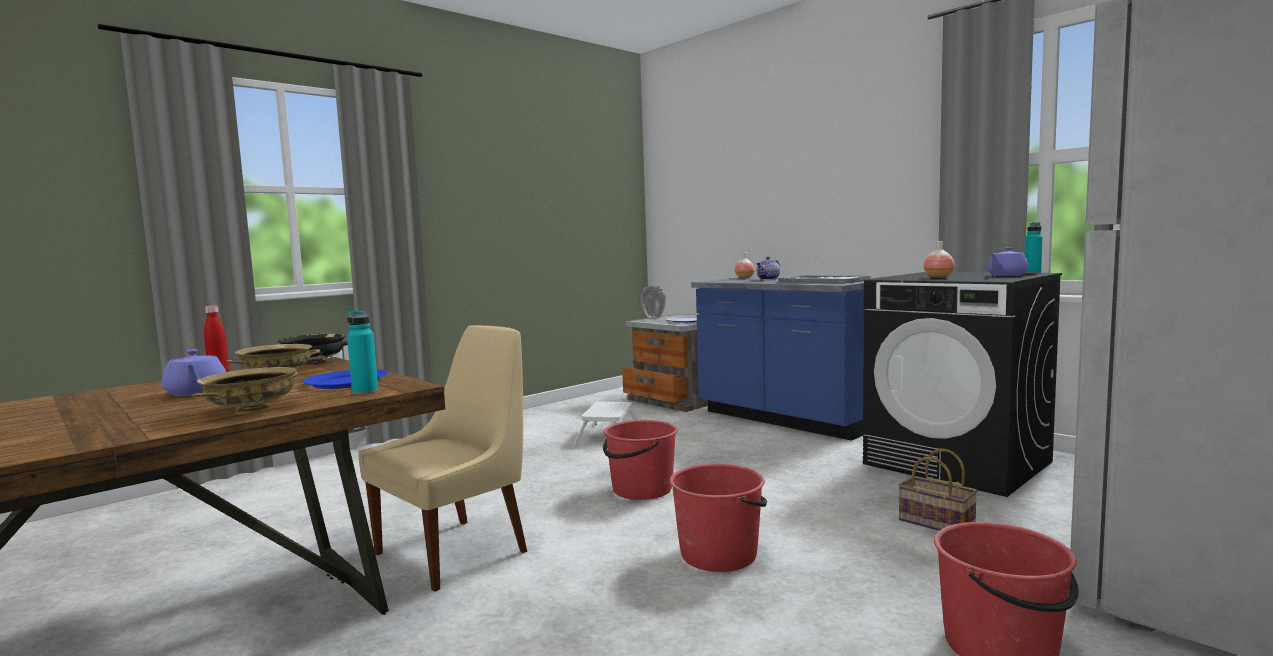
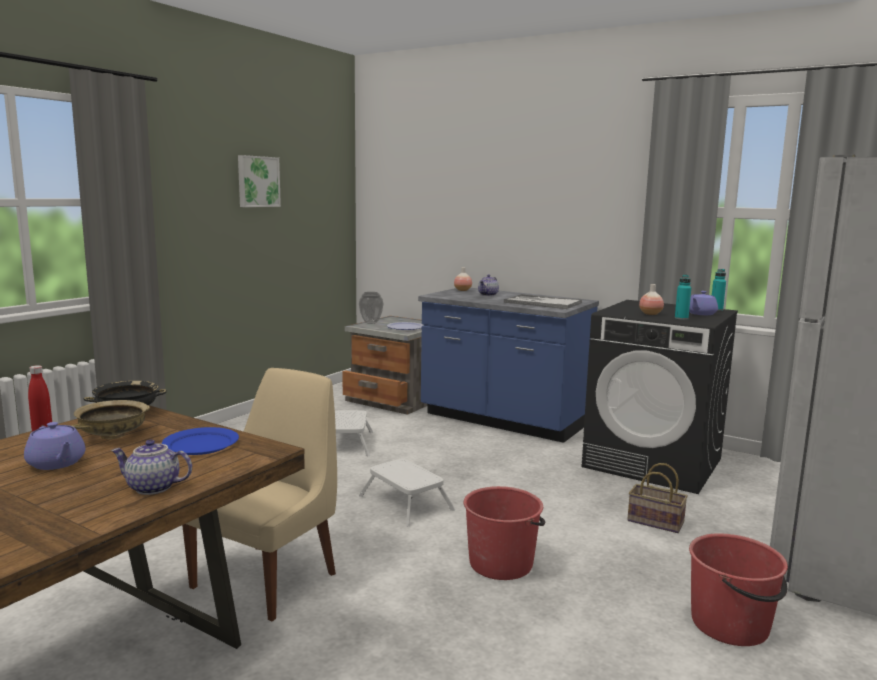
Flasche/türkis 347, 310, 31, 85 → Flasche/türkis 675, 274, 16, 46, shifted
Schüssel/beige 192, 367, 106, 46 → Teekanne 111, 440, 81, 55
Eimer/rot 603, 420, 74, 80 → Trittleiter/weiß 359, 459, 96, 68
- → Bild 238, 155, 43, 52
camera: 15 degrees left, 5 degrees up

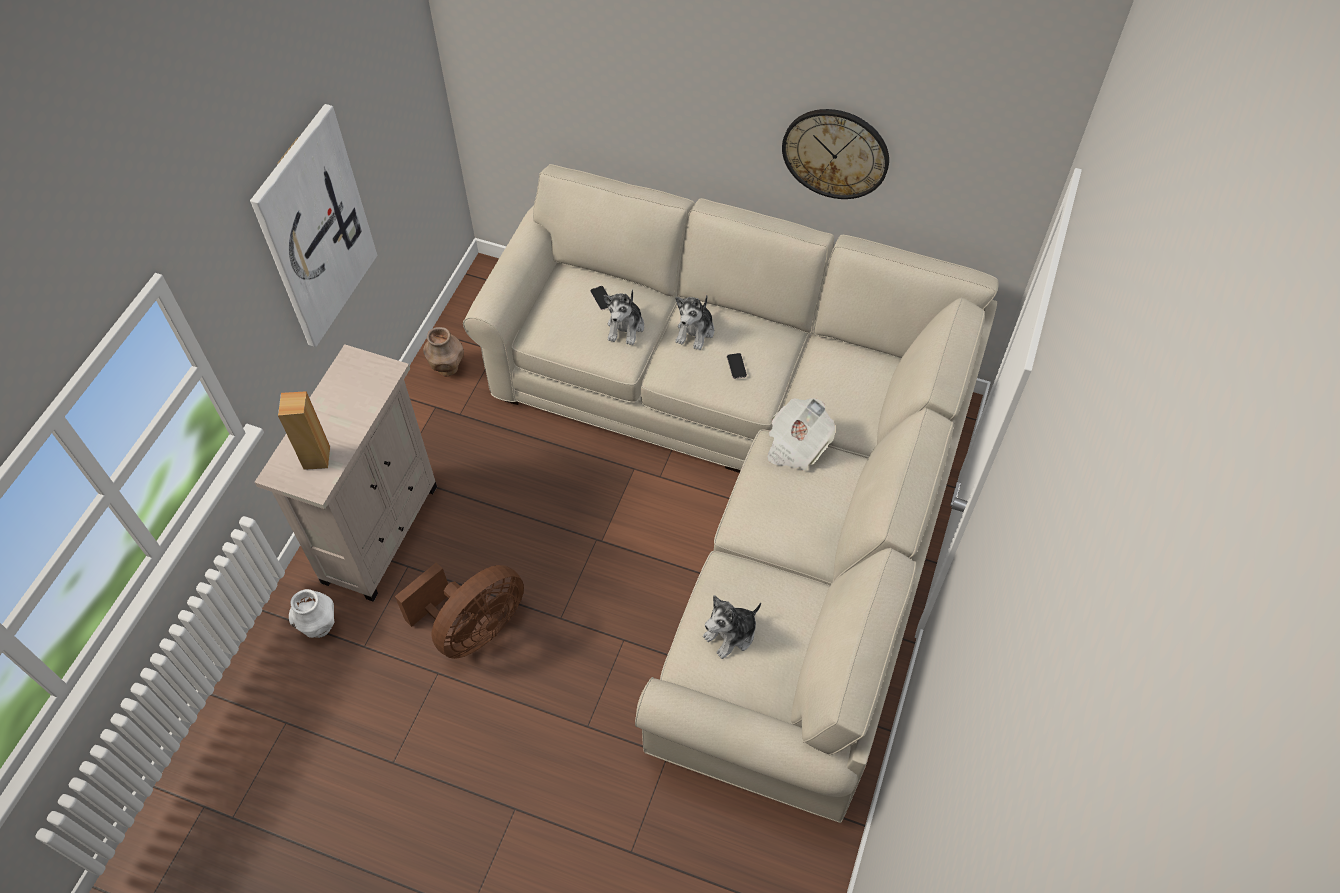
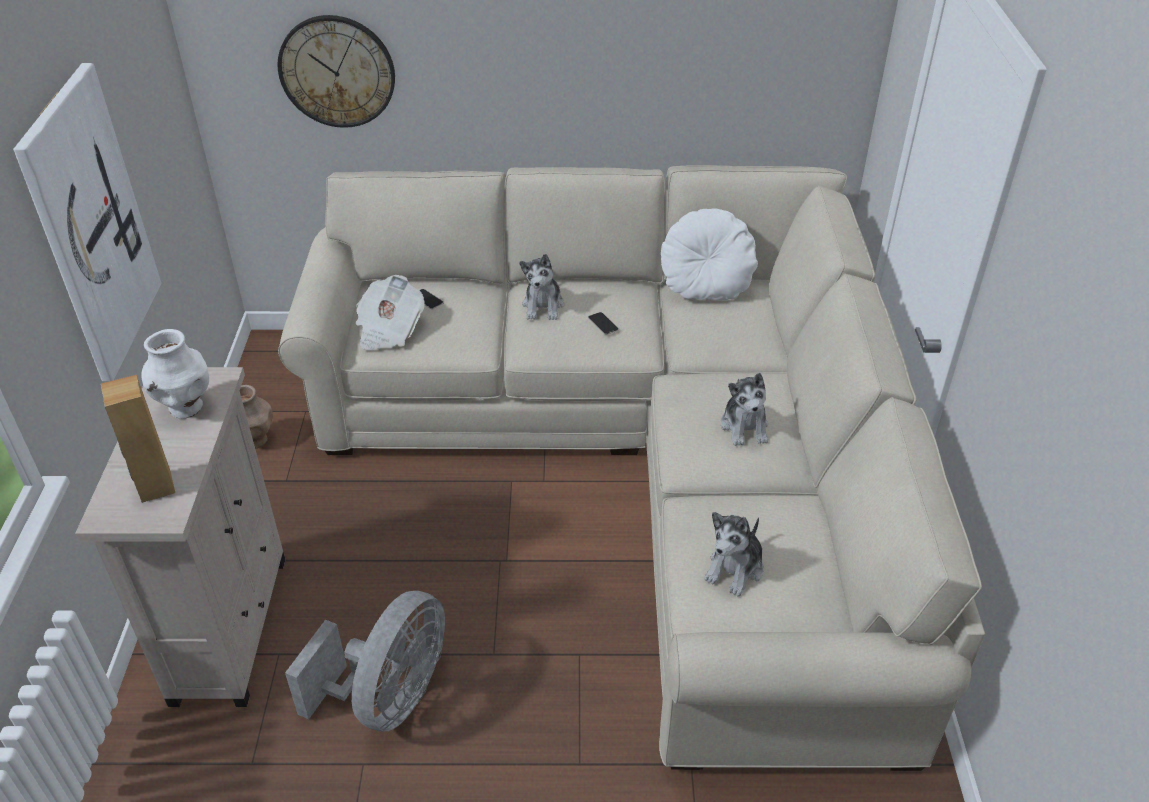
Wanduhr 782, 109, 107, 90 → Wanduhr 277, 15, 118, 113, shifted
Plüschtier 603, 289, 41, 56 → Plüschtier 721, 373, 47, 73, shifted
Zeitung 767, 398, 68, 73 → Zeitung 356, 275, 69, 75, shifted
Ventilator/braun 395, 562, 129, 97 → Ventilator/grau 285, 591, 160, 140
Vase/weiß 289, 589, 45, 49 → Vase/weiß 141, 329, 68, 90, shifted
- → Kissen/weiß 661, 209, 97, 91
camera: 20 degrees left, 15 degrees down

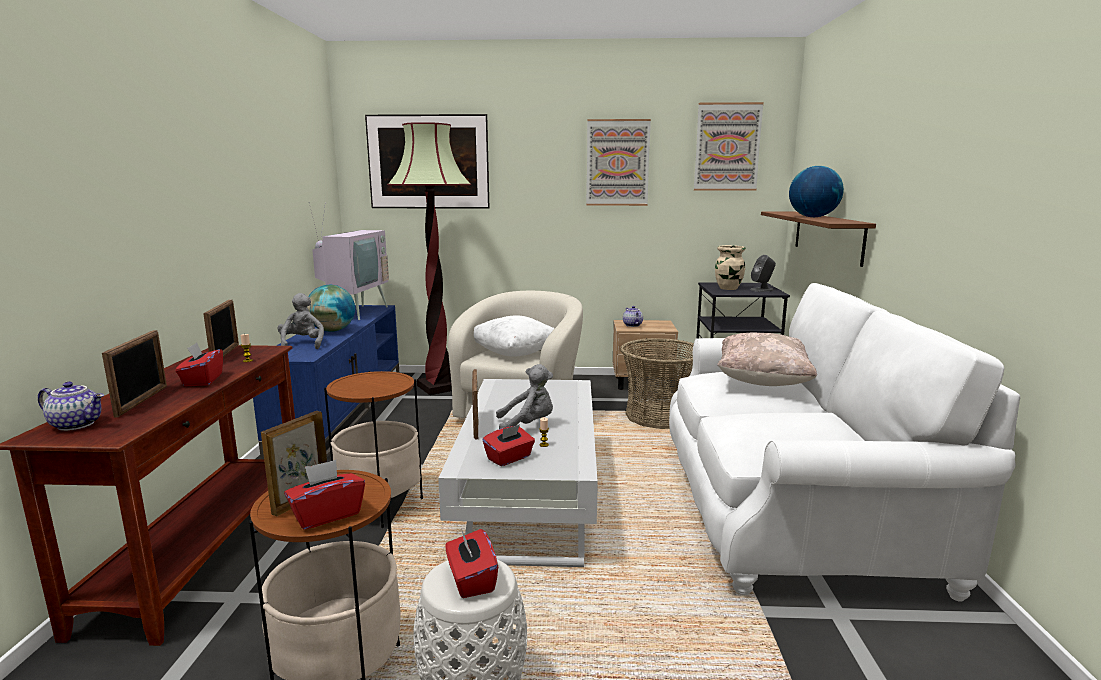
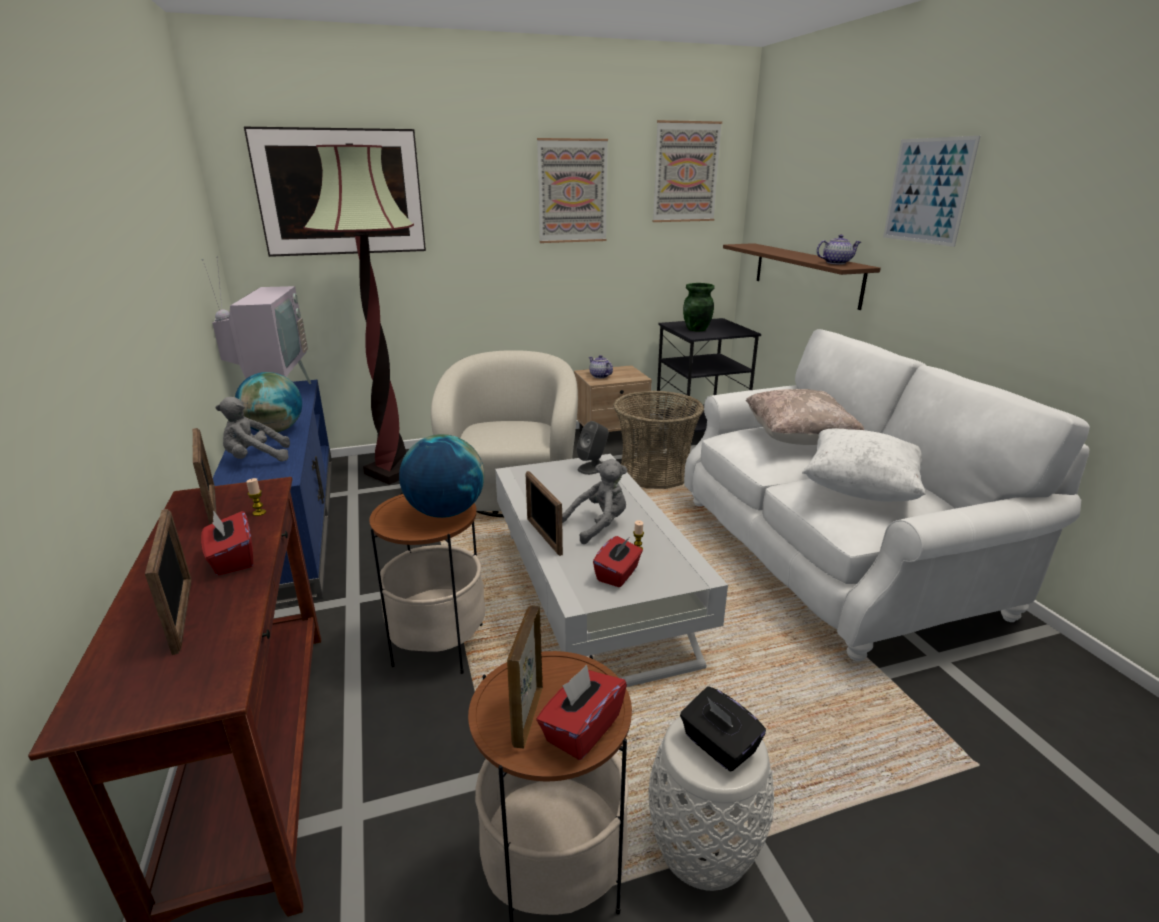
Globus 789, 166, 55, 51 → Globus 399, 434, 85, 84, shifted
Vase/beige 715, 245, 31, 45 → Vase/grün 683, 283, 31, 48
Lautsprecher/grau 750, 255, 26, 37 → Lautsprecher/grau 576, 421, 33, 54, shifted
Plüschtier/grau 277, 293, 47, 56 → Plüschtier/grau 215, 397, 75, 65, 75 degrees counterclockwise
Kissen/weiß 474, 316, 81, 41 → Kissen/weiß 802, 428, 124, 74, shifted
Teekanne 38, 382, 66, 49 → Teekanne 816, 235, 45, 30, shifted
Taschentuchbox/rot 445, 529, 53, 69 → Taschentuchbox/schwarz 680, 686, 86, 86
- → Bild 883, 136, 97, 111
camera: 20 degrees left, 10 degrees up

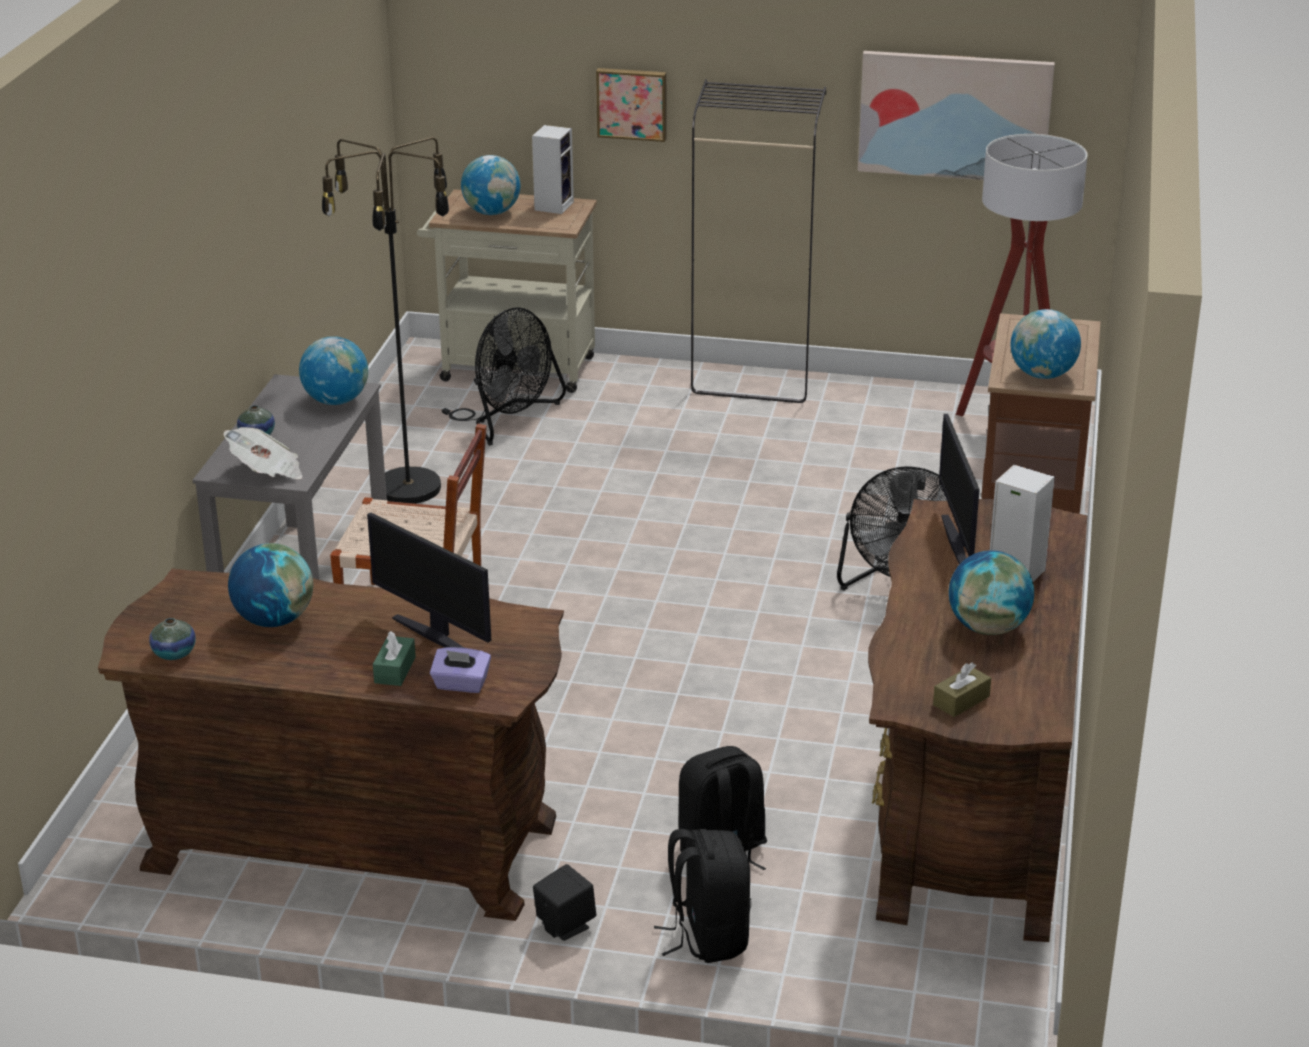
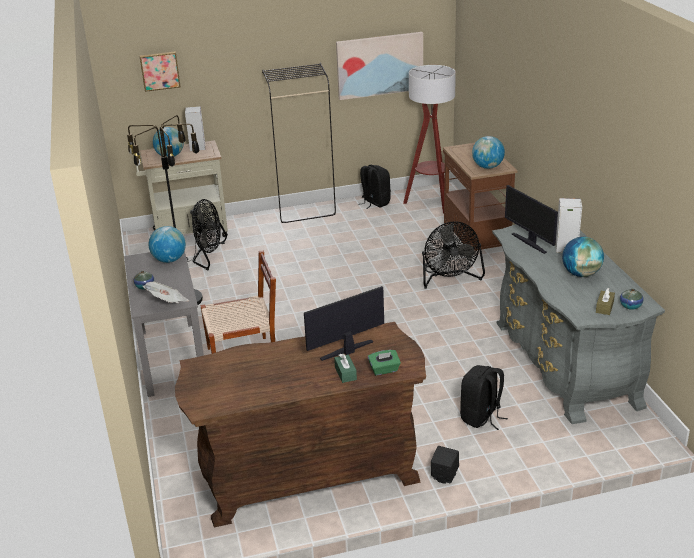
Bild 596, 68, 70, 74 → Bild 140, 51, 41, 41, shifted
Kommode/braun 868, 499, 219, 443 → Kommode/grau 492, 224, 173, 200
Monitor 367, 513, 125, 135 → Monitor 304, 286, 80, 75, 135 degrees clockwise
Globus 228, 543, 85, 84 → -
Vase 149, 618, 47, 42 → Vase 620, 288, 23, 22, shifted
Taschentuchbox/lila 430, 647, 61, 46 → Taschentuchbox/grün 368, 350, 33, 25
Rucksack/schwarz 654, 829, 97, 134 → Rucksack/schwarz 358, 165, 33, 44, shifted
camera: 25 degrees left, 0 degrees up

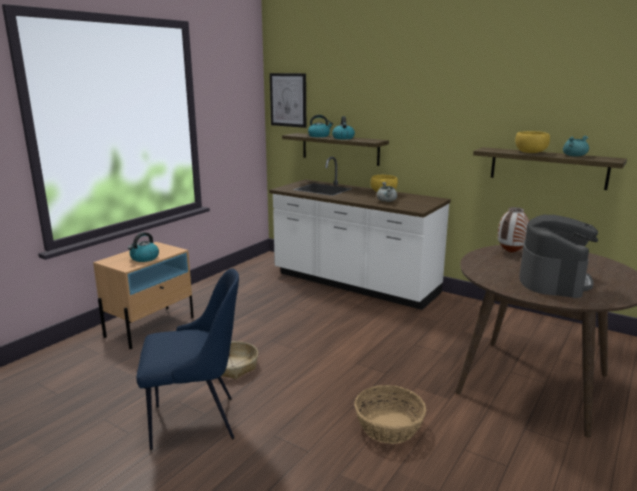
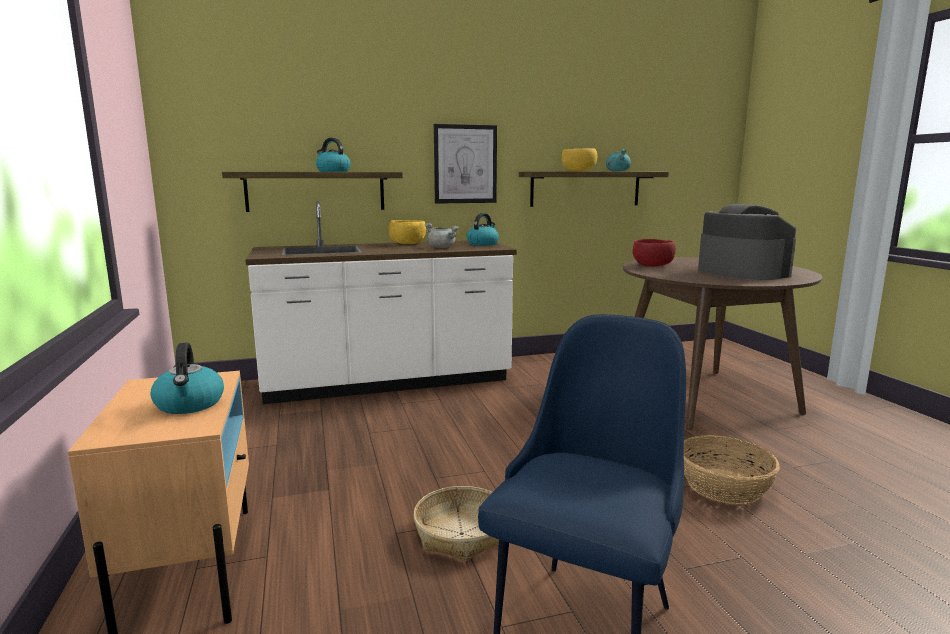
Bild 270, 73, 36, 55 → Bild 434, 124, 63, 80, shifted
Wasserkessel 308, 115, 25, 22 → Wasserkessel 467, 213, 32, 33, shifted
Vase 498, 207, 31, 46 → Schüssel/rot 633, 239, 43, 28
camera: 50 degrees left, 5 degrees down

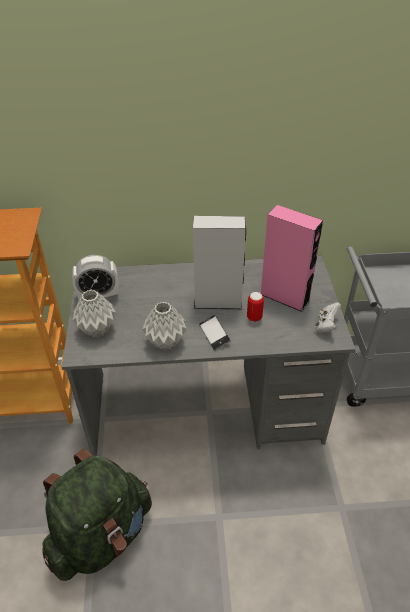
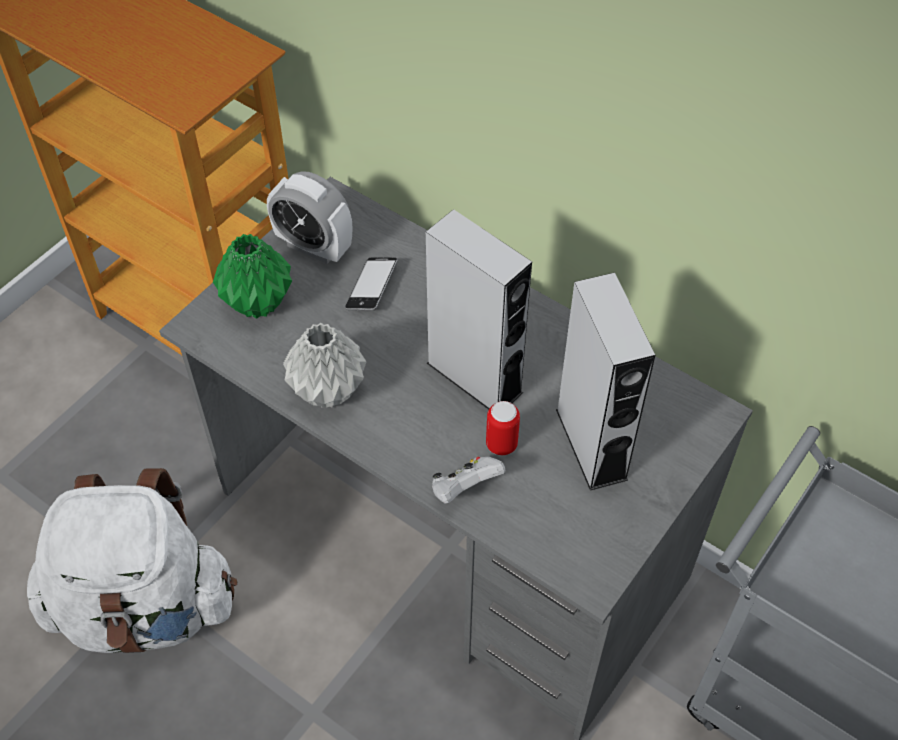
Lautsprecher/rosa 261, 205, 62, 107 → Lautsprecher/grau 556, 272, 99, 219
Vase/grau 73, 290, 43, 47 → Vase/grün 213, 234, 79, 85
Gamepad/weiß 315, 302, 26, 31 → Gamepad/weiß 432, 457, 73, 47, shifted
Handy 199, 315, 32, 35 → Handy 345, 257, 53, 54, shifted
Rucksack/grün 42, 449, 110, 132 → Rucksack/weiß 27, 468, 210, 185
camera: 40 degrees right, 10 degrees up

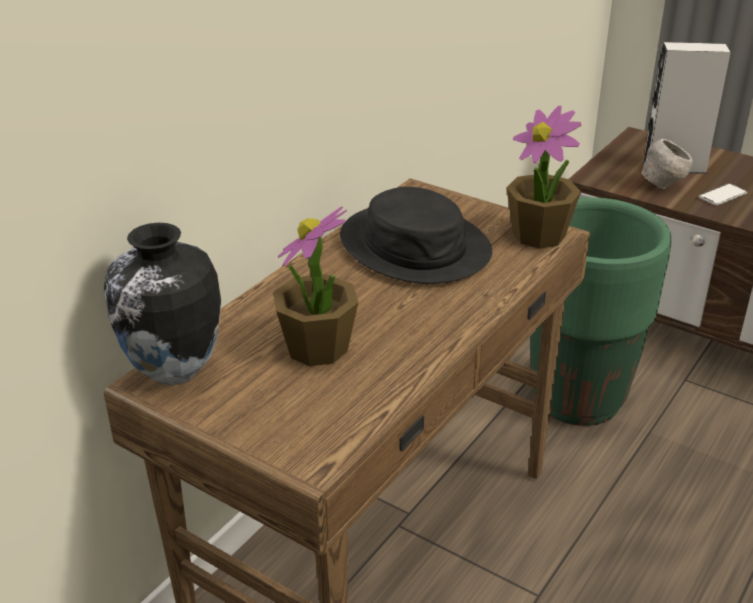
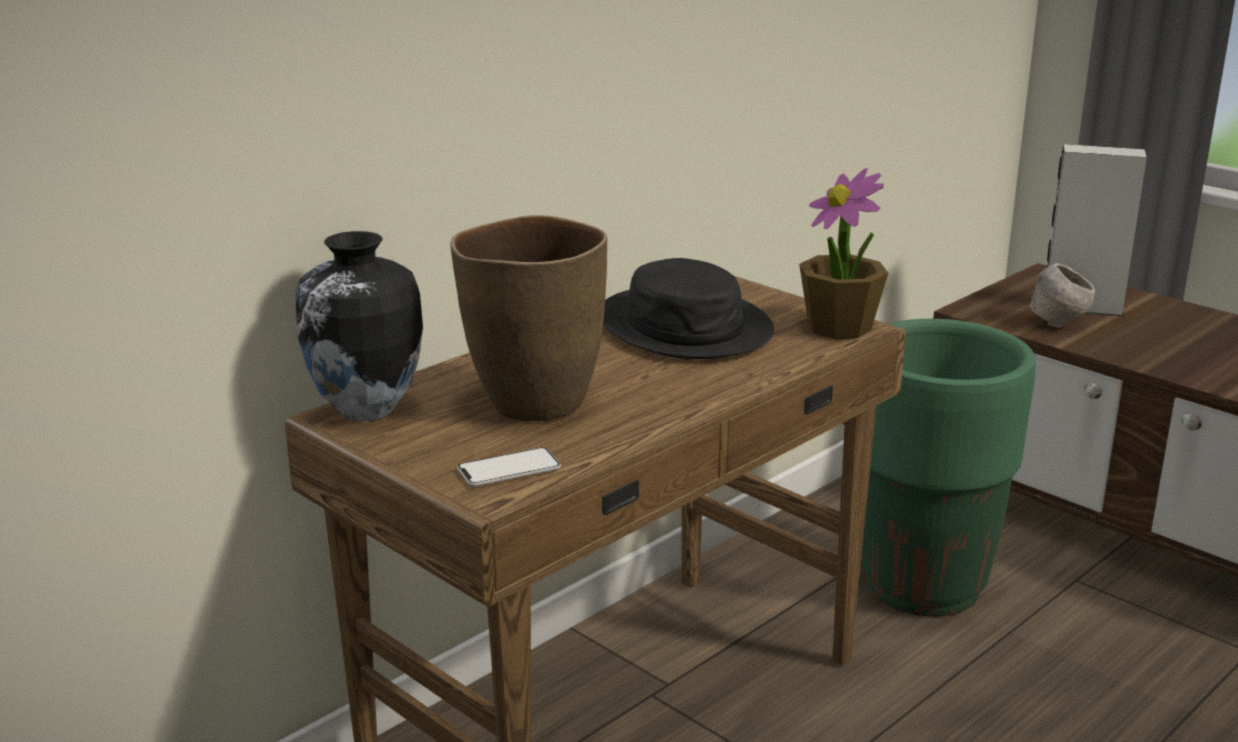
Handy 699, 183, 48, 23 → Handy 457, 447, 104, 40, shifted
Topfpflanze 273, 207, 85, 159 → Vase/braun 450, 215, 158, 206
camera: 10 degrees right, 10 degrees down

